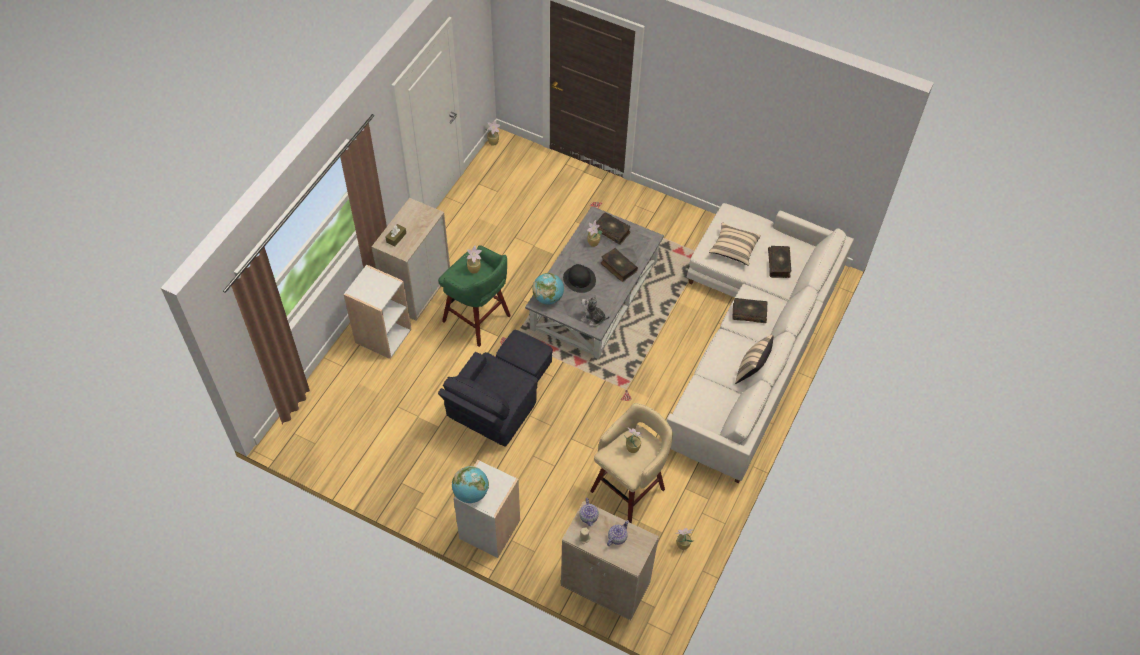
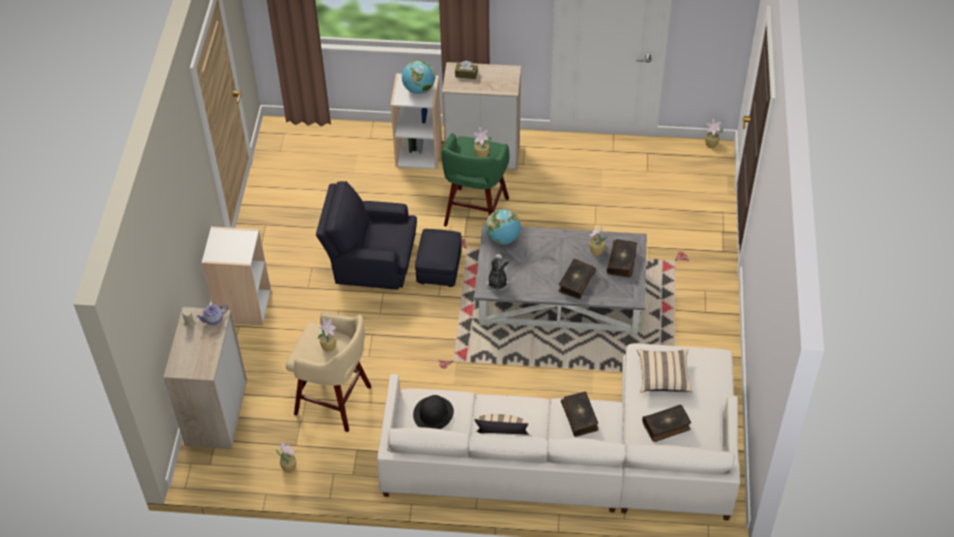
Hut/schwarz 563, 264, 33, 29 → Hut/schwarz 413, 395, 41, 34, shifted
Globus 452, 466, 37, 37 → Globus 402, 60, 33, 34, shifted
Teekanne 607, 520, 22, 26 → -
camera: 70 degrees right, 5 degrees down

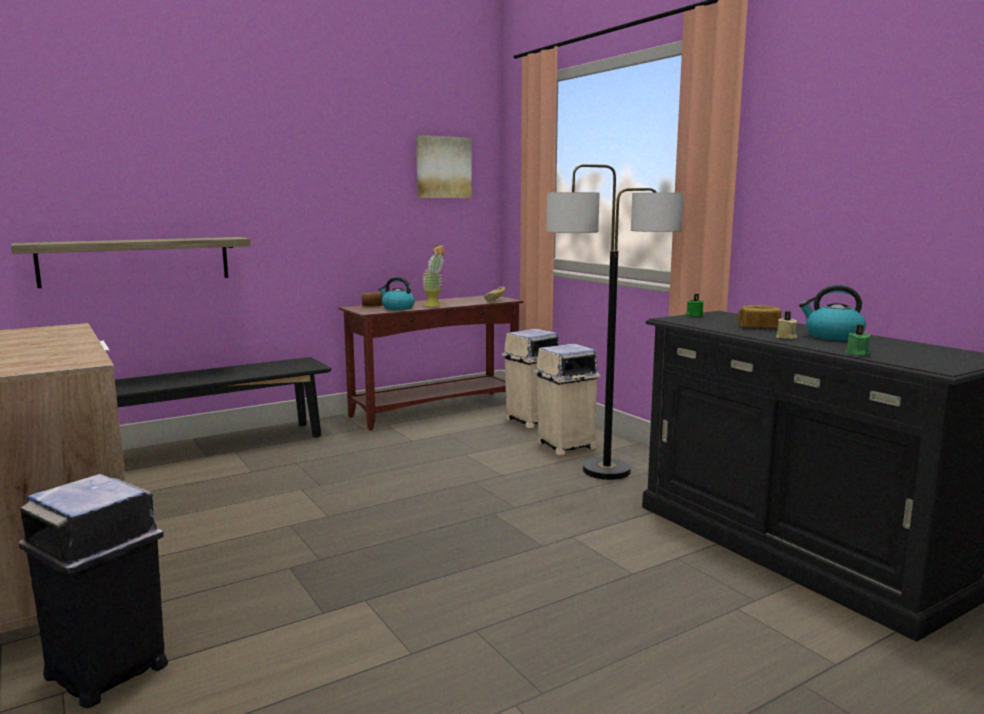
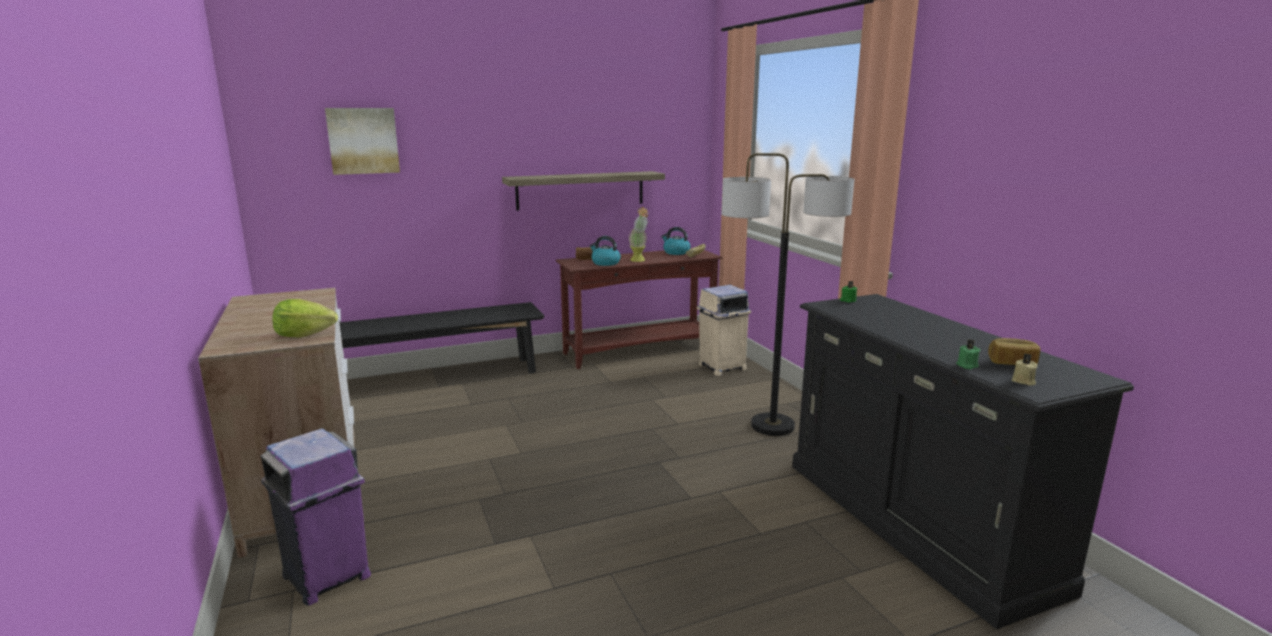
Bild 416, 135, 56, 63 → Bild 325, 108, 75, 67, shifted
Wandregal 11, 237, 240, 51 → Wandregal 502, 171, 163, 40, shifted
Wasserkessel 799, 285, 67, 56 → Wasserkessel 661, 227, 30, 28, shifted
Brot 738, 305, 43, 23 → Brot 988, 338, 52, 27, shifted
Kerze/beige 776, 311, 21, 28 → Kerze/beige 1012, 353, 25, 33, shifted
Mülleimer/beige 534, 343, 67, 112 → -
Mülleimer/schwarz 19, 474, 149, 234 → Mülleimer/lila 261, 428, 110, 178
- → Salatkopf 272, 299, 66, 38
camera: 10 degrees right, 5 degrees up

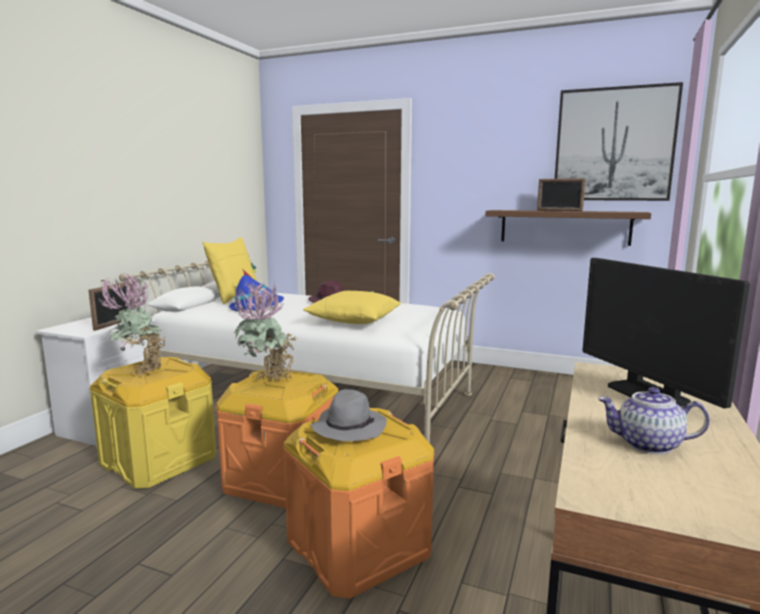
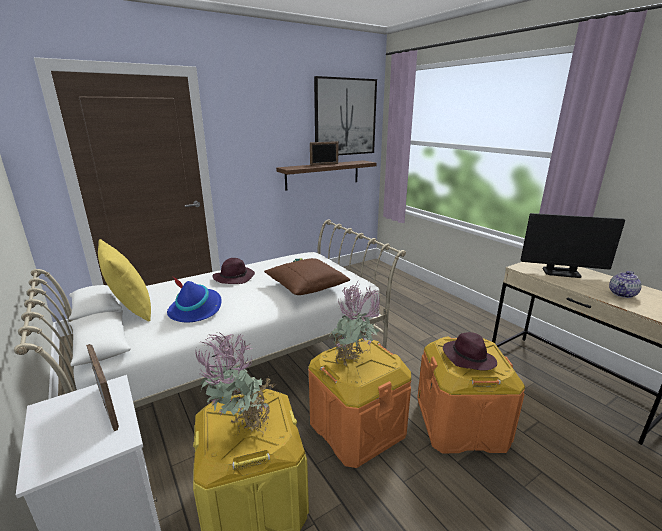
Kissen/gelb 303, 290, 98, 34 → Kissen/braun 264, 258, 86, 37
Hut/grau 311, 389, 76, 52 → Hut/lila 443, 332, 54, 39
camera: 55 degrees left, 10 degrees up

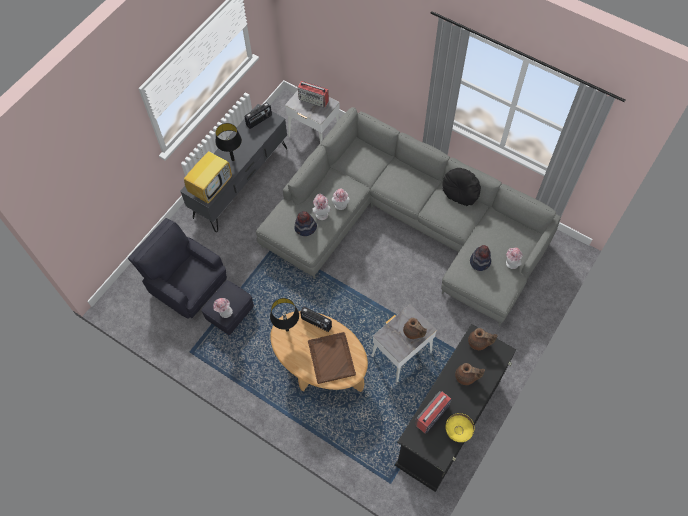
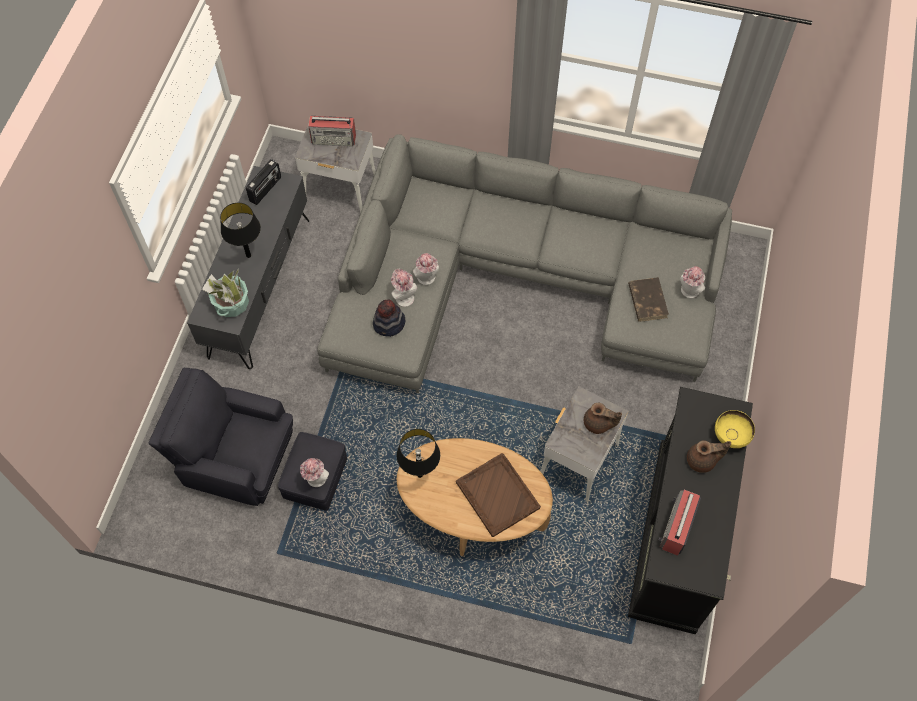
Fernseher 184, 145, 48, 59 → Topfpflanze 202, 267, 47, 50
Kissen/schwarz 443, 168, 38, 38 → -
Hut 470, 245, 21, 26 → Buch/braun 628, 277, 41, 45
Radio 300, 306, 32, 26 → -
Teekanne/braun 468, 328, 30, 22 → -
Schüssel/gelb 446, 413, 28, 29 → Schüssel/gelb 715, 410, 40, 38, shifted
camera: 20 degrees left, 0 degrees up

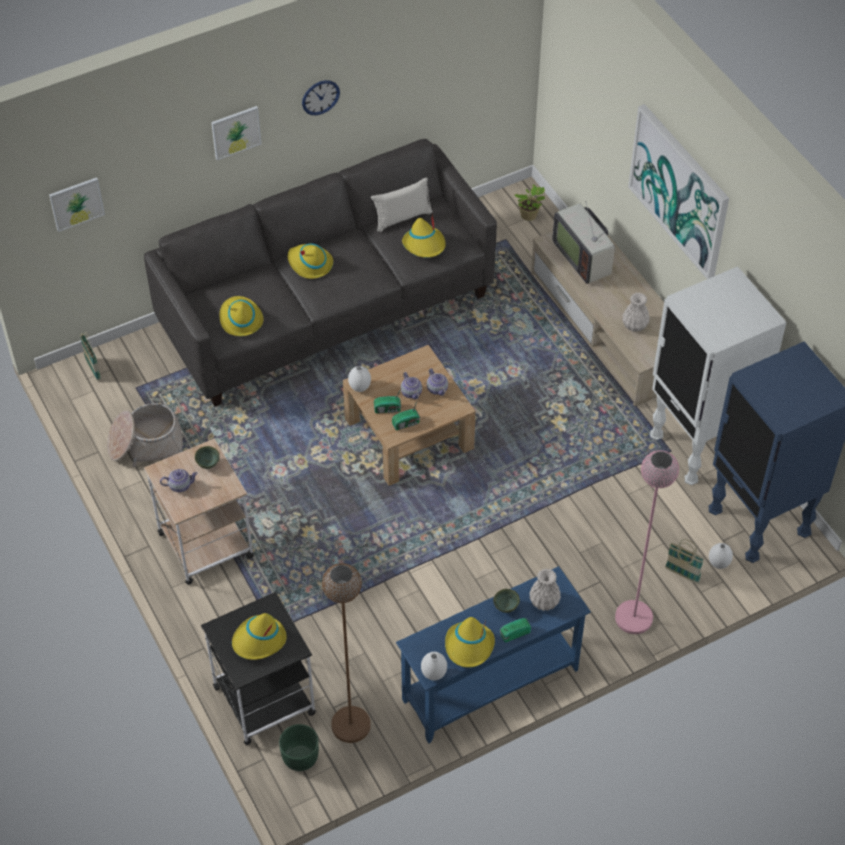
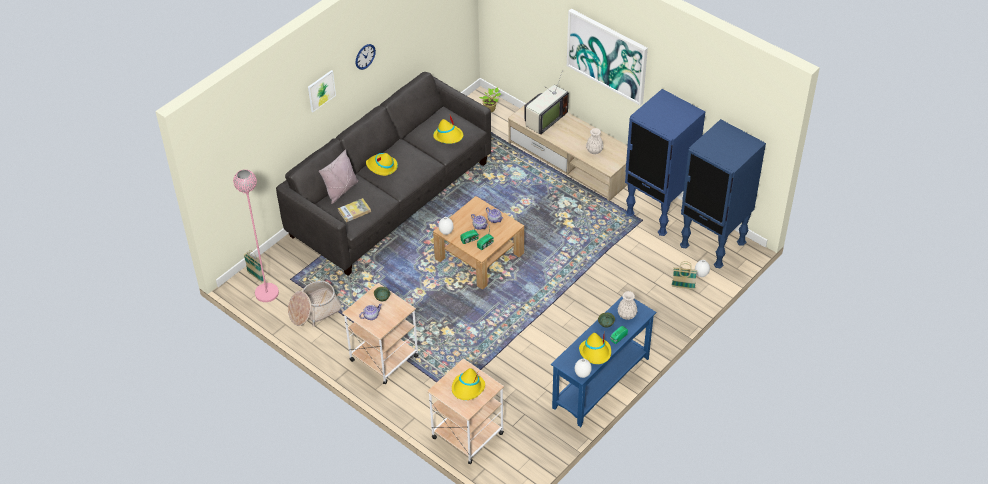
Bild 49, 177, 56, 55 → -
Kissen/weiß 371, 178, 62, 54 → -
Fernseher 552, 203, 63, 81 → Fernseher 524, 73, 45, 62, 90 degrees counterclockwise
Schrank/weiß 650, 266, 137, 219 → Schrank/blau 625, 89, 80, 147
Hut/gelb 220, 296, 43, 40 → Buch 338, 198, 33, 24
Stehlampe/rosa 615, 450, 64, 184 → Stehlampe/rosa 233, 170, 46, 132, shifted
Stehlampe/braun 322, 563, 49, 180 → -
Rollwagen/schwarz 201, 592, 115, 153 → Rollwagen/beige 427, 358, 77, 106
Pflanzkübel/grün 279, 724, 40, 47 → -
- → Kissen/lila 319, 149, 40, 55
camera: 20 degrees left, 5 degrees down

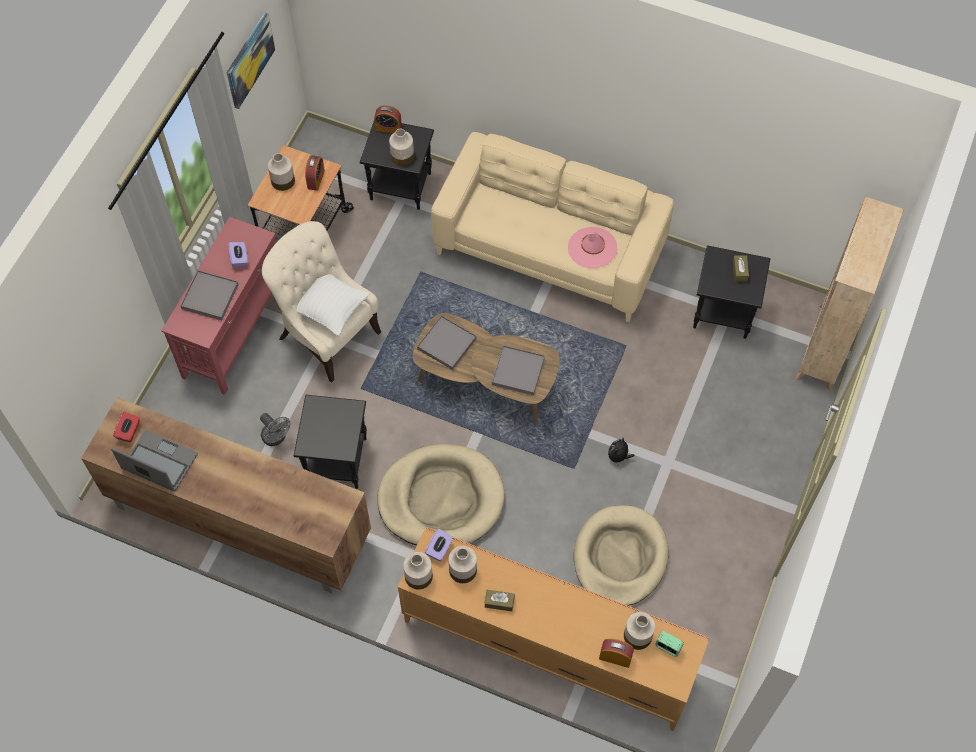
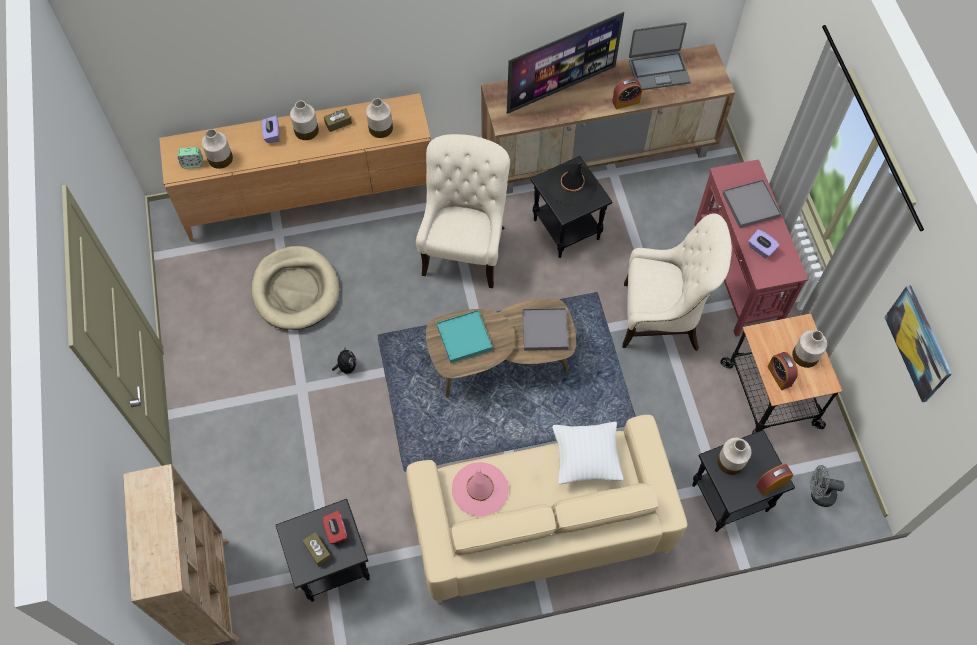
Kissen/weiß 297, 274, 72, 62 → Kissen/weiß 552, 422, 72, 62, shifted
Tablett/grau 492, 345, 53, 50 → Tablett/türkis 437, 310, 56, 53
Taschentuchbox/rot 113, 412, 27, 30 → Taschentuchbox/rot 323, 510, 25, 34, shifted
Ventilator/grau 260, 413, 30, 33 → Ventilator/grau 810, 465, 35, 42, shifted
Hundebett/beige 377, 444, 128, 102 → Sessel/beige 416, 134, 94, 154
Taschentuchbox/lila 425, 529, 28, 32 → Taschentuchbox/lila 262, 116, 18, 27, shifted
Vase/beige 403, 552, 30, 37 → Vase/beige 290, 101, 29, 39, shifted
Wecker 599, 639, 35, 29 → Wecker 612, 77, 30, 32, shifted
- → Fernseher 507, 12, 117, 102
- → Hut/schwarz 547, 162, 50, 44
camera: 145 degrees right, 0 degrees up

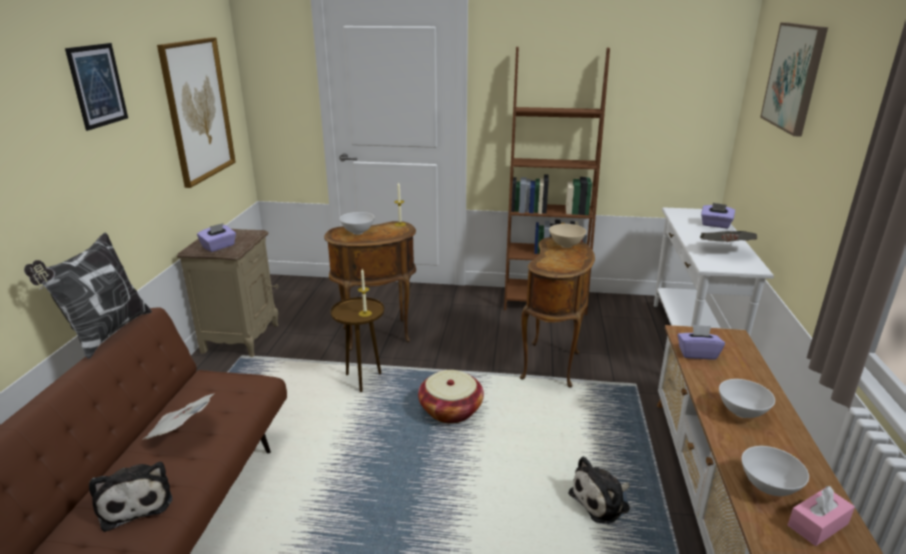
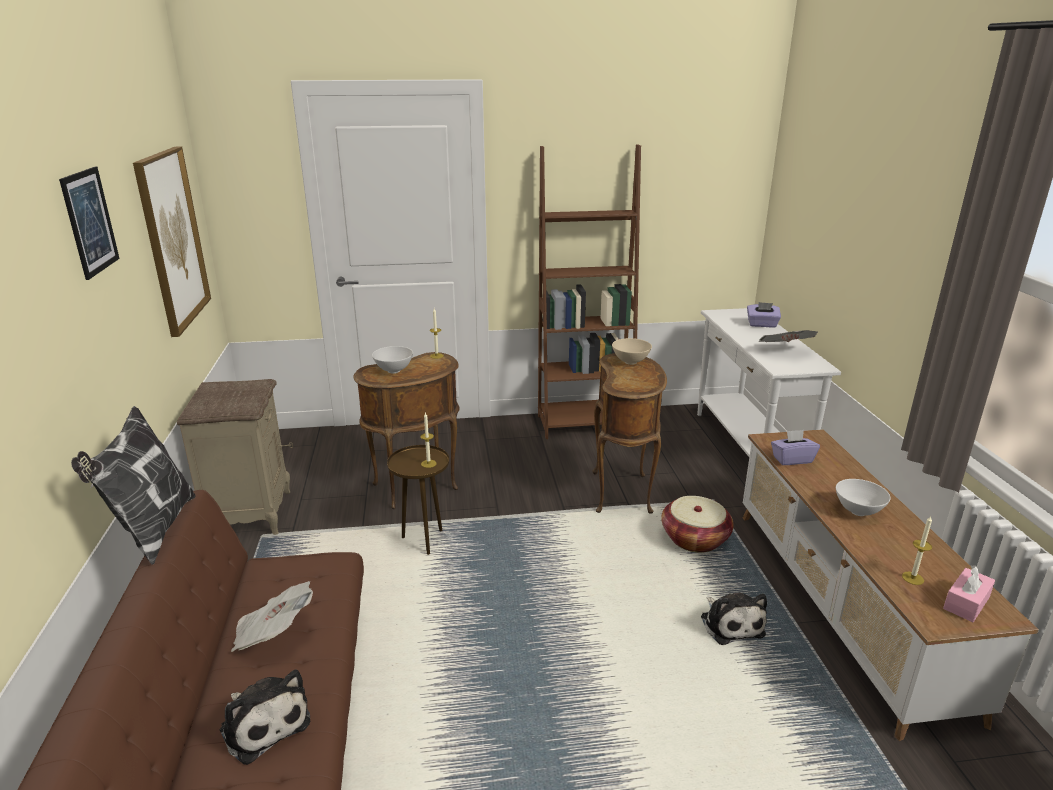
Bild 760, 22, 68, 115 → -
Taschentuchbox/lila 197, 223, 39, 29 → -
Korb 418, 370, 66, 54 → Korb 661, 496, 73, 57, shifted
Schüssel/weiß 741, 446, 68, 50 → Kerze 902, 516, 30, 69
Plüschtier 568, 456, 62, 68 → Plüschtier 701, 593, 66, 52, 60 degrees counterclockwise
camera: 15 degrees left, 0 degrees up

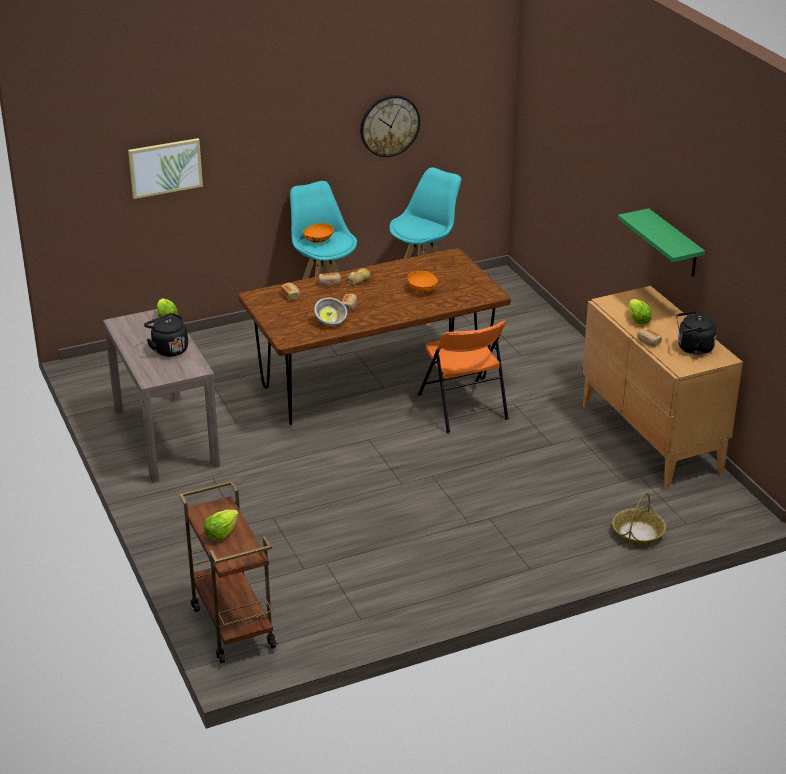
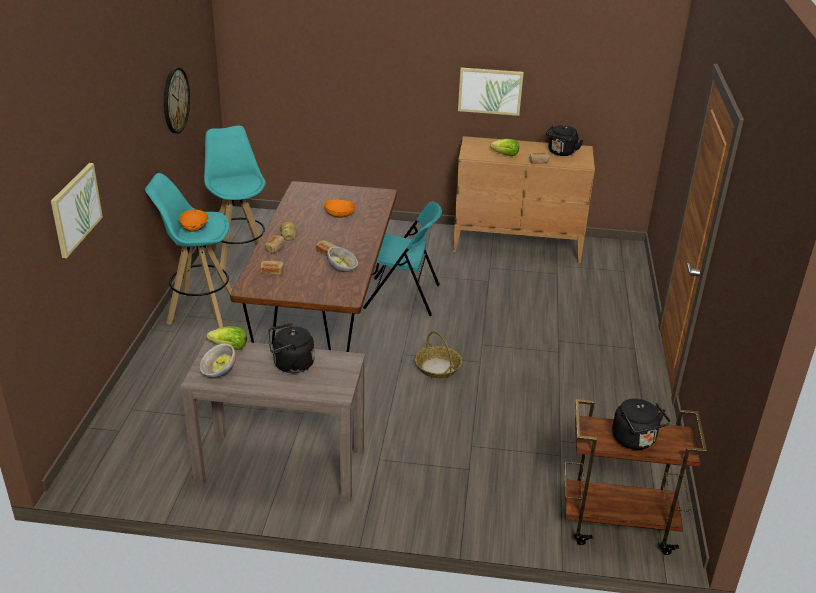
Wandregal/grün 618, 208, 87, 69 → Bild 458, 68, 66, 48
Stuhl/orange 418, 321, 91, 112 → Stuhl/türkis 363, 202, 79, 114
Korb 612, 493, 54, 53 → Korb 415, 331, 47, 47, shifted
Salatkopf 203, 510, 36, 31 → Wasserkessel/schwarz 612, 398, 58, 52
- → Schüssel 200, 343, 36, 35
camera: 60 degrees left, 0 degrees up

